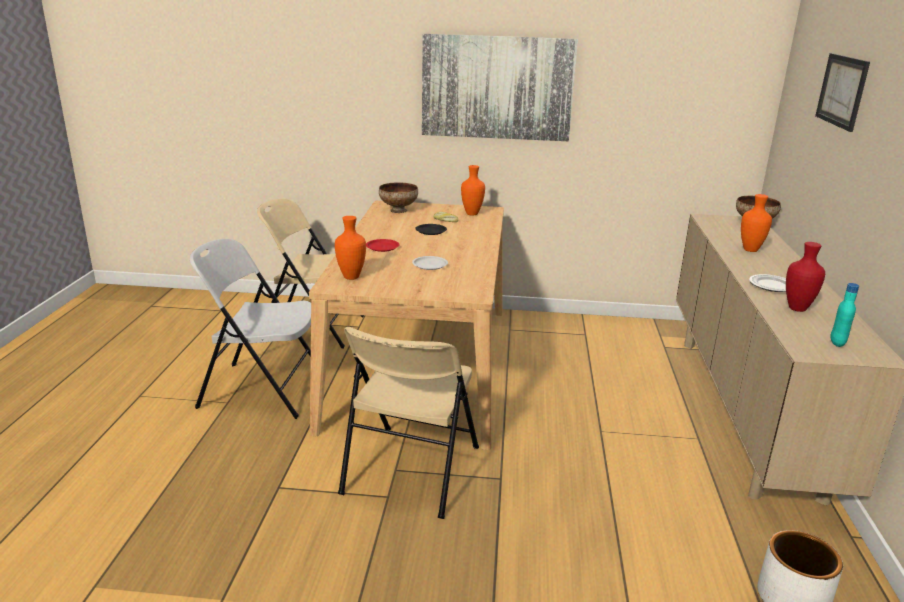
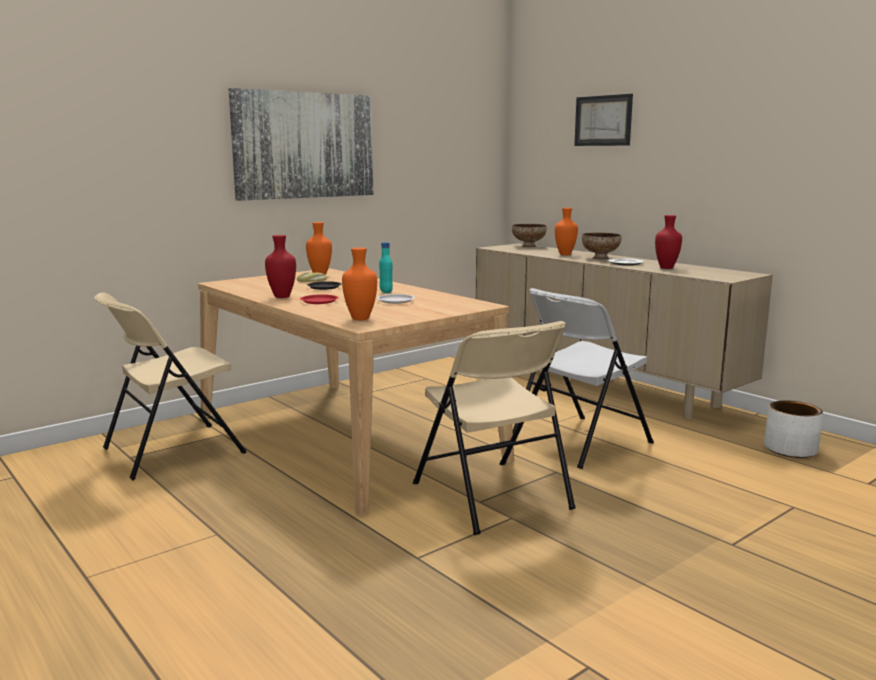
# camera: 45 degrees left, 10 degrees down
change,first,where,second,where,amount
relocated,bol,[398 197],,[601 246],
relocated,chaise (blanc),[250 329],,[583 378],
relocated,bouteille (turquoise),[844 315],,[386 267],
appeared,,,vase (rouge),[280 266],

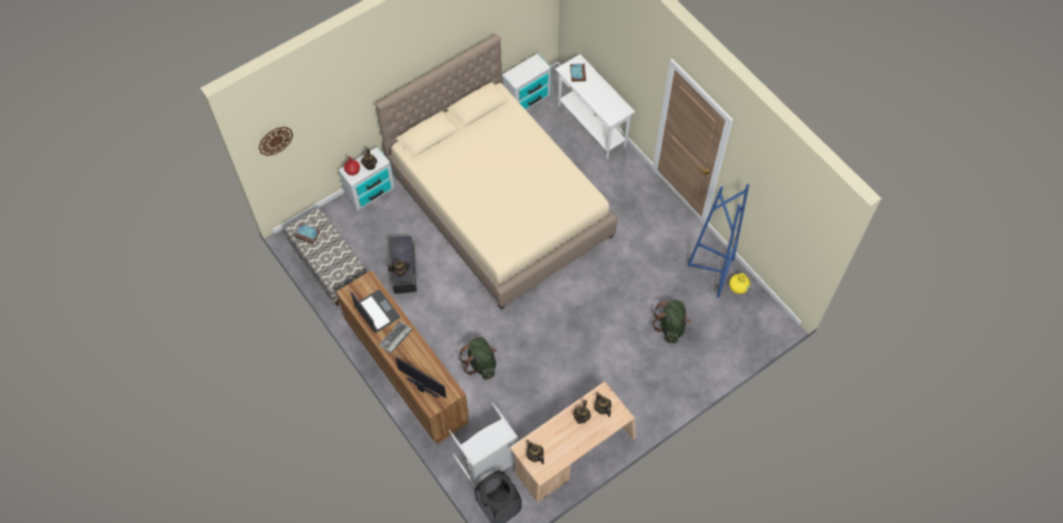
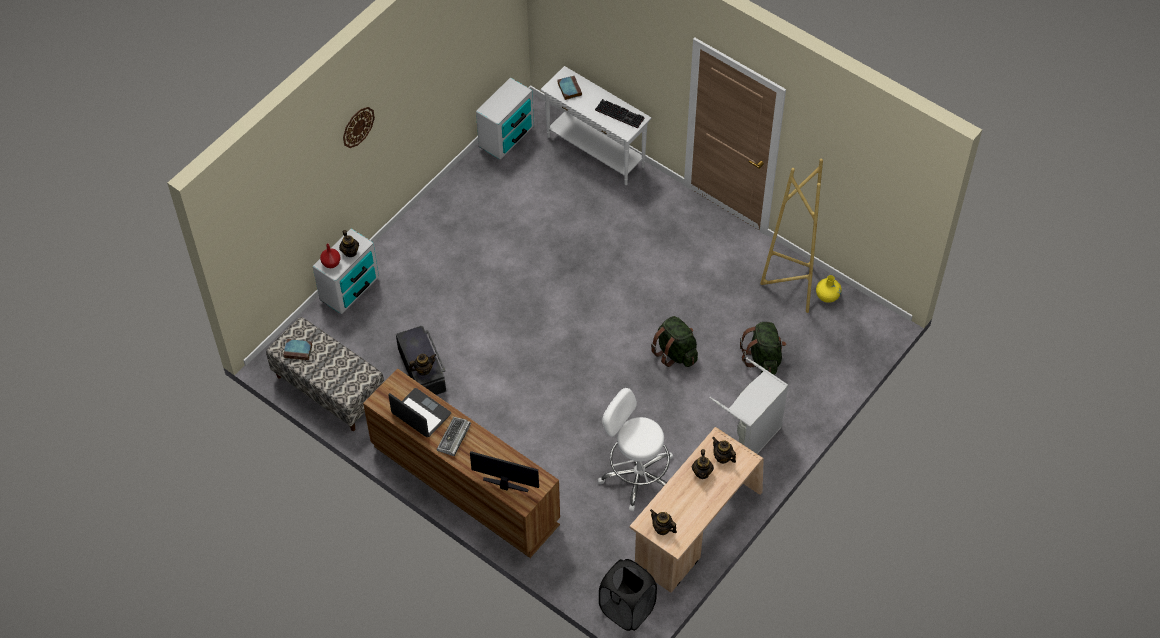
# camera: 15 degrees left, 5 degrees down
change,first,where,second,where,amount
missing,lit (beige),[497 172],,,
relocated,horloge murale,[276 141],,[359 127],
colour,portant (bleu),[718 241],portant (jaune),[791 236],
relocated,sac à dos (vert),[478 358],,[674 341],
relocated,panier à linge (gris),[483 445],,[748 406],
appeared,,,clavier,[619 113],
appeared,,,tabouret (blanc),[635 450],

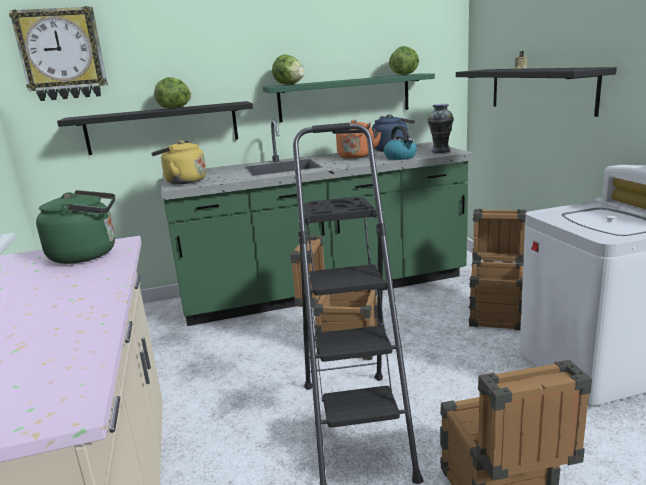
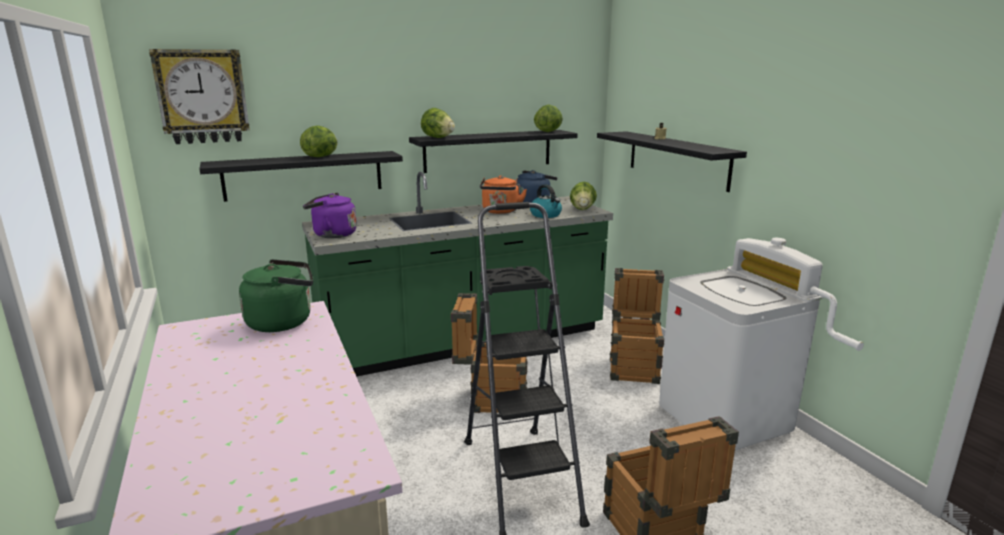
# camera: 10 degrees left, 0 degrees up
change,first,where,second,where,amount
colour,étagère (vert),[349 98],étagère (noir),[493 151],
exchanged,vase,[440 128],laitue,[583 196],
colour,bouilloire (jaune),[178 162],bouilloire (violet),[330 215],

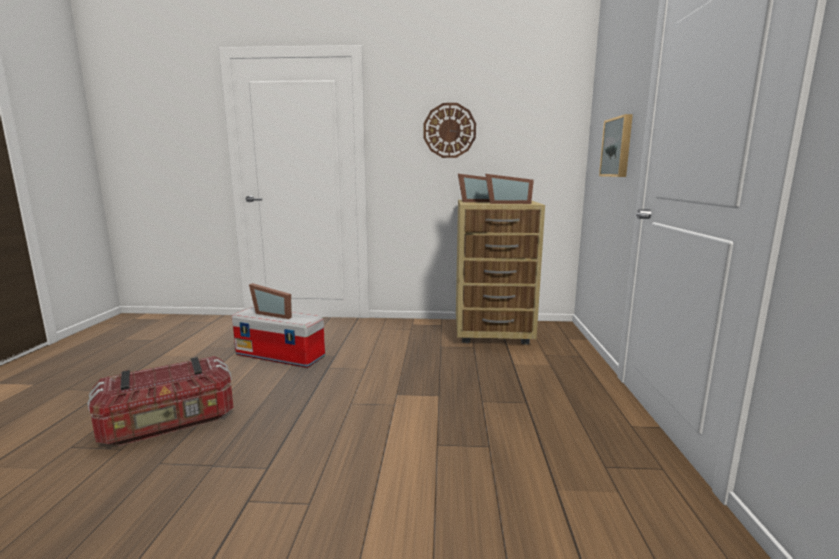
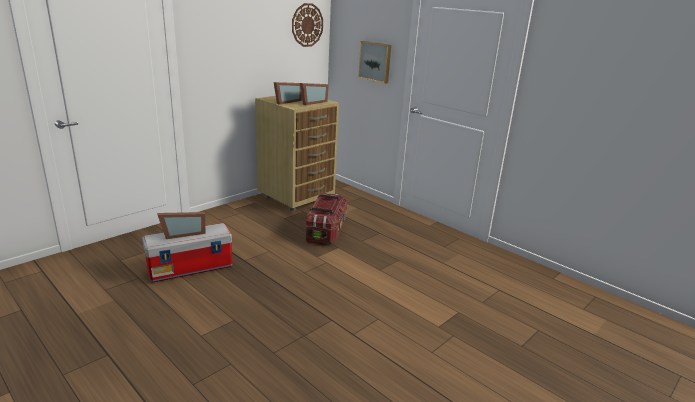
# camera: 50 degrees left, 10 degrees up
change,first,where,second,where,amount
relocated,horloge murale,[449 130],,[307 25],
relocated,boîte de rangement,[160 401],,[327 219],

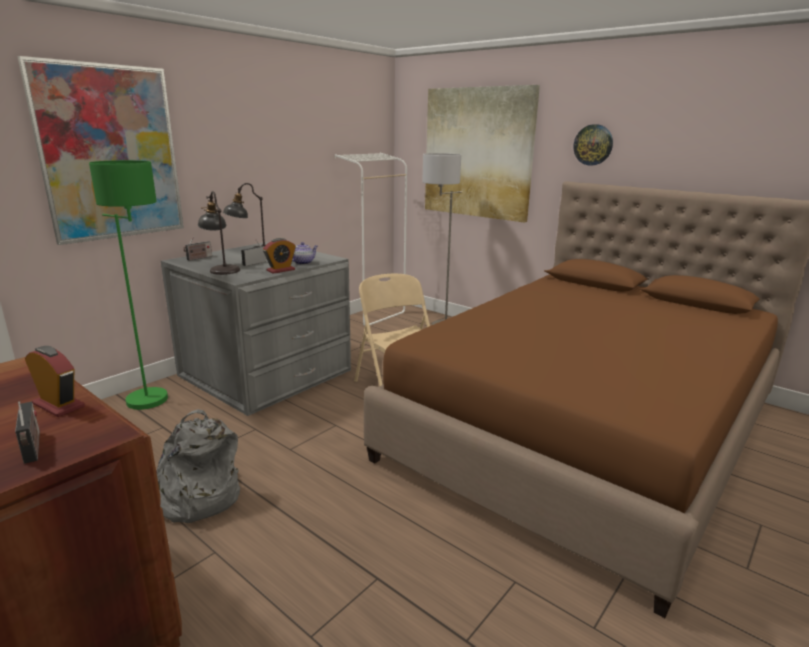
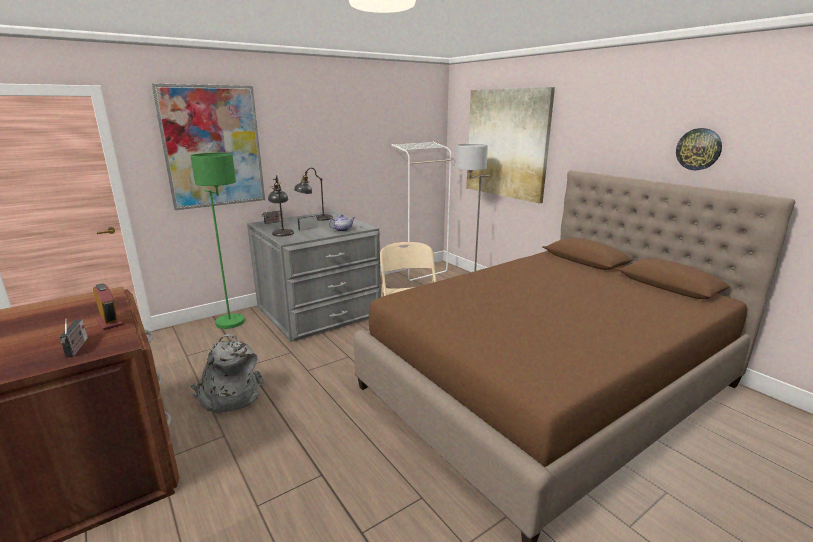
# camera: 15 degrees right, 0 degrees up
change,first,where,second,where,amount
relocated,horloge murale,[593 145],,[699 149],
missing,réveil,[279 256],,,

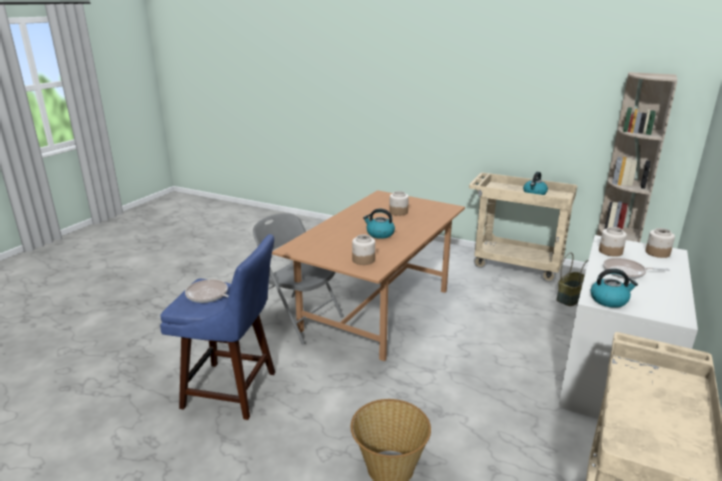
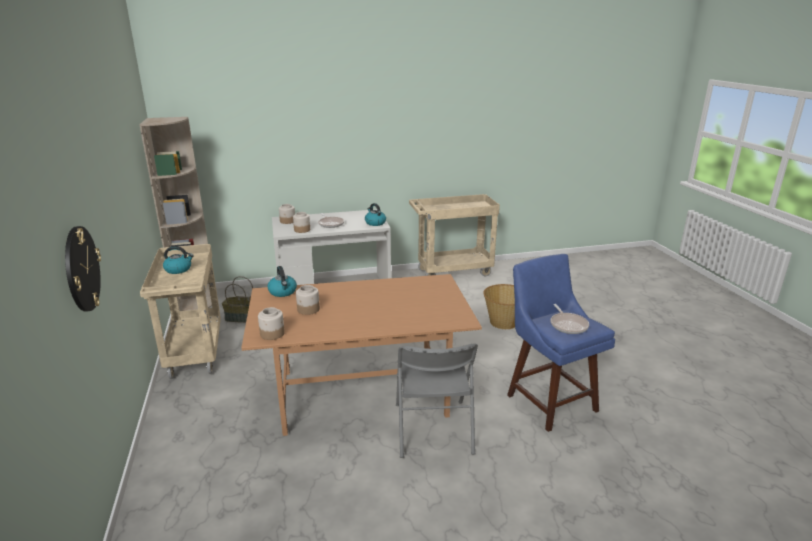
# camera: 130 degrees left, 0 degrees up
change,first,where,second,where,amount
relocated,bouilloire,[379 223],,[282 281],
relocated,bocal,[363 250],,[271 323],
appeared,,,horloge murale,[83 269],

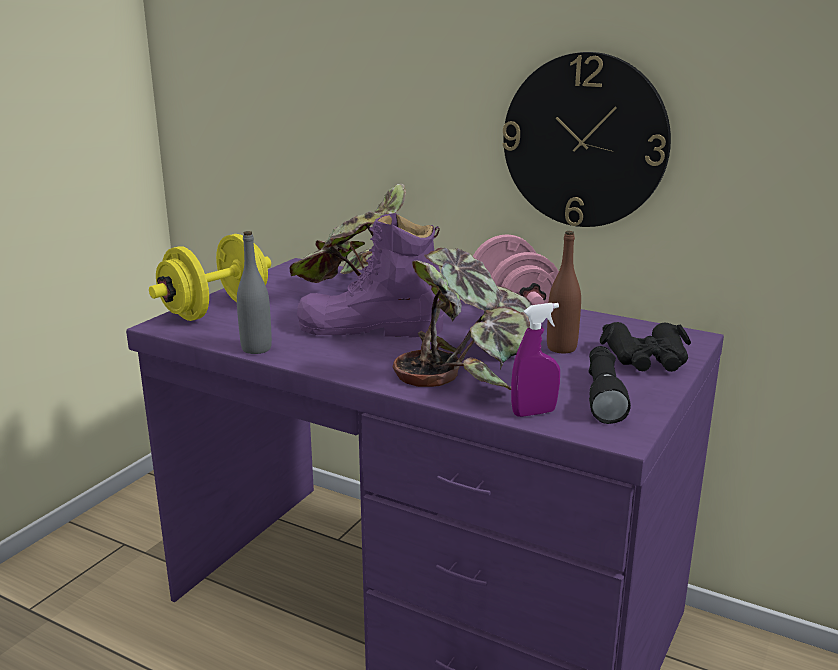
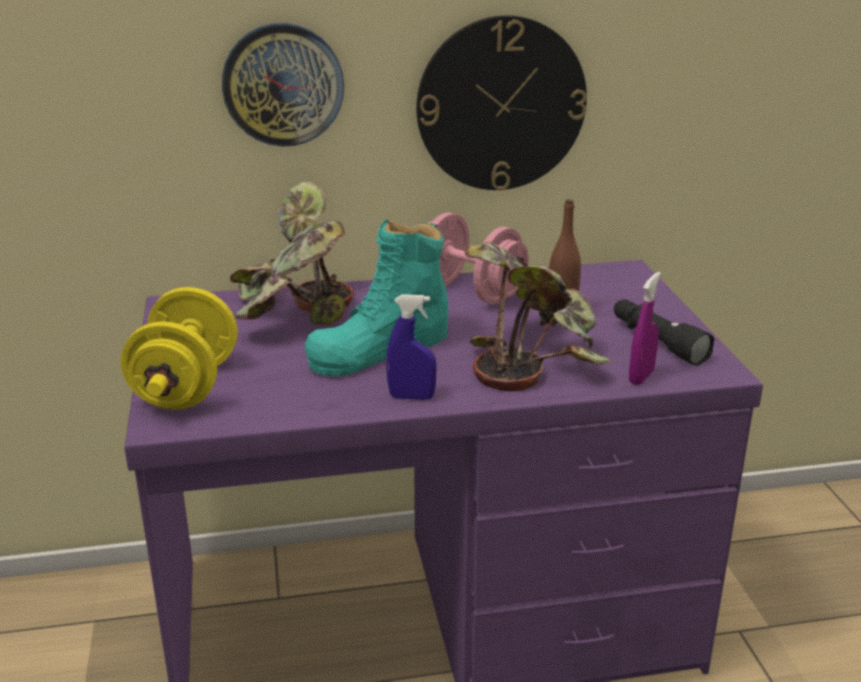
# camera: 40 degrees left, 5 degrees up
change,first,where,second,where,amount
colour,botte (violet),[371 275],botte (turquoise),[376 298],
missing,bouteille (gris),[254 292],,,
missing,jumelles (noir),[645 347],,,
appeared,,,horloge murale,[283 85],
appeared,,,vaporisateur (bleu),[411 347],

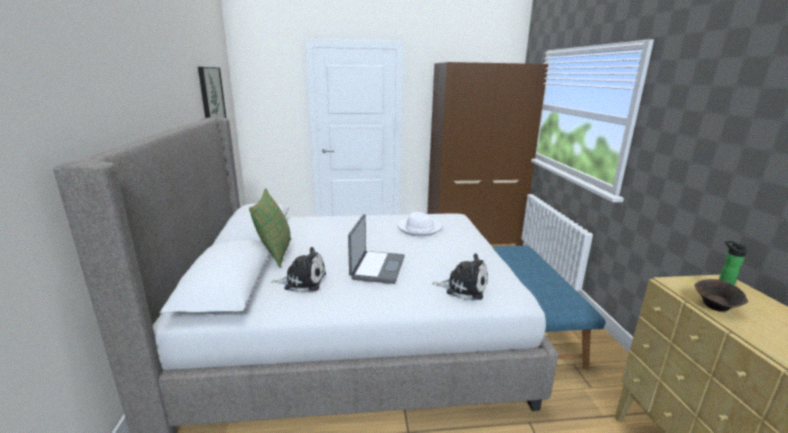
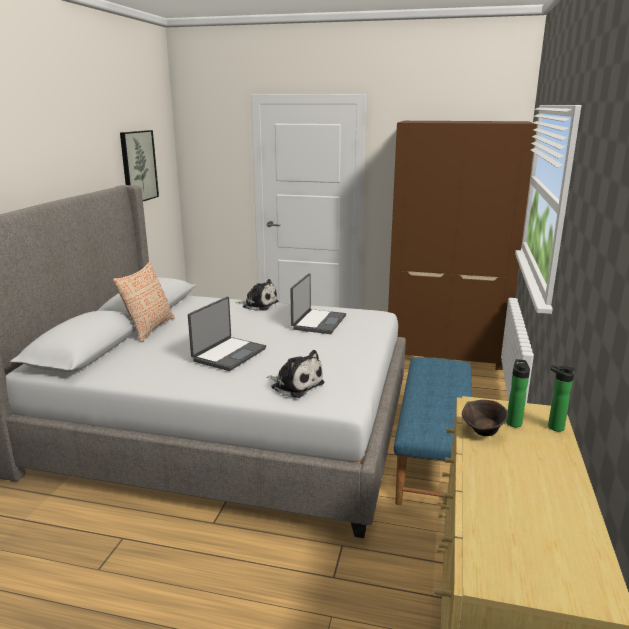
# camera: 20 degrees right, 0 degrees up
change,first,where,second,where,amount
colour,coussin (vert),[270 228],coussin (beige),[144 302],
exchanged,chapeau (blanc),[420 224],ordinateur portable,[318 303],
relocated,peluche,[298 270],,[257 295],
appeared,,,bouteille,[562 398],

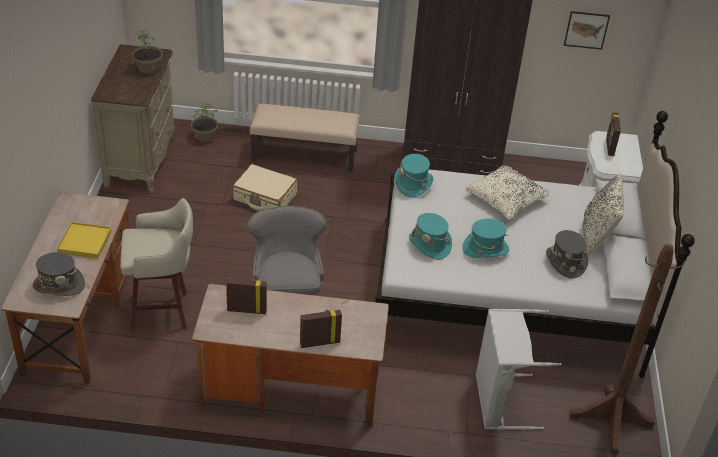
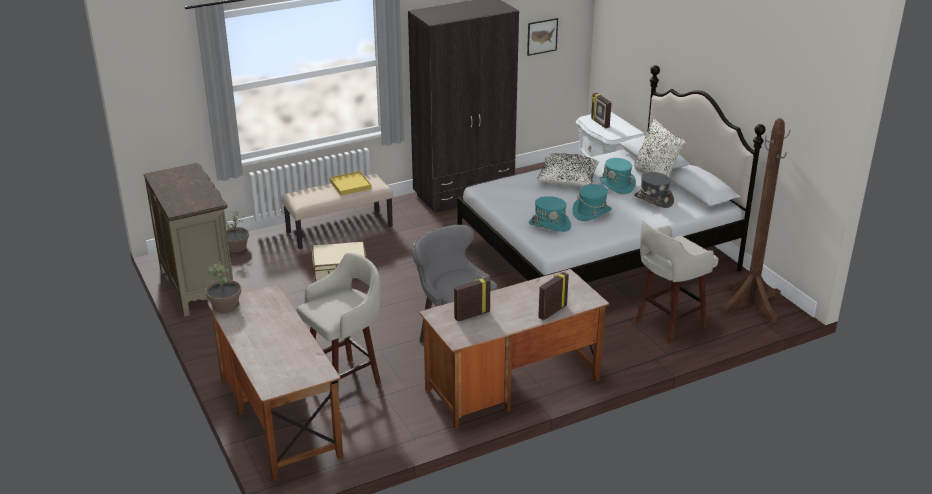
# camera: 30 degrees left, 10 degrees down
change,first,where,second,where,amount
relocated,plante en pot,[147 52],,[223 287],
relocated,chapeau (turquoise),[414 175],,[617 176],
relocated,plateau (jaune),[84 240],,[351 183],
missing,chapeau (gris),[59 274],,,
exchanged,panier à linge (gris),[519 369],tabouret (beige),[676 283],

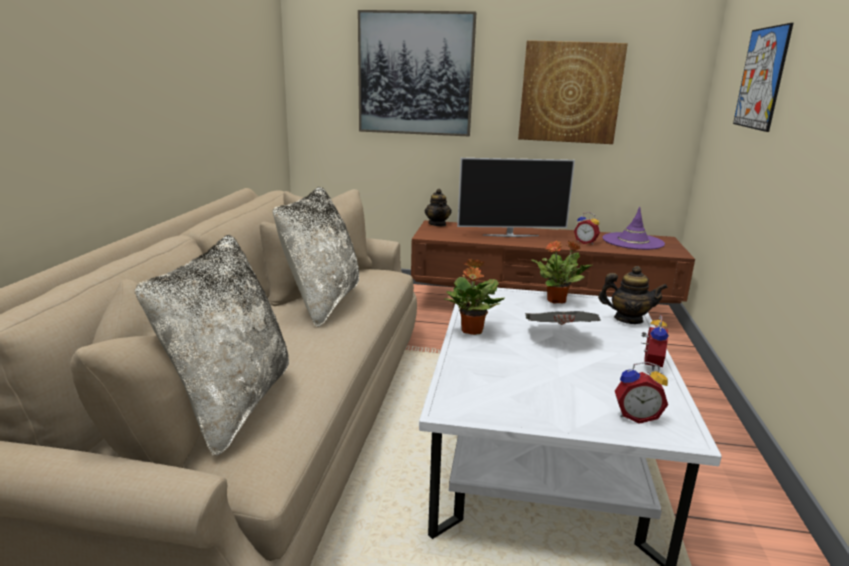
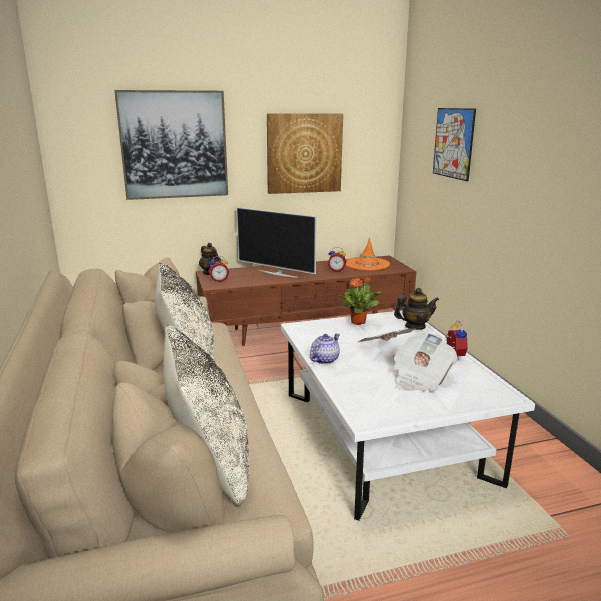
# camera: 25 degrees left, 0 degrees up
change,first,where,second,where,amount
spun,téléviseur,[516 197],,[276 242],60 degrees clockwise
colour,chapeau (violet),[634 228],chapeau (orange),[368 253],
exchanged,plante en pot,[474 297],théière,[325 348],
relocated,réveil,[641 393],,[218 269],
appeared,,,journal,[425 362],

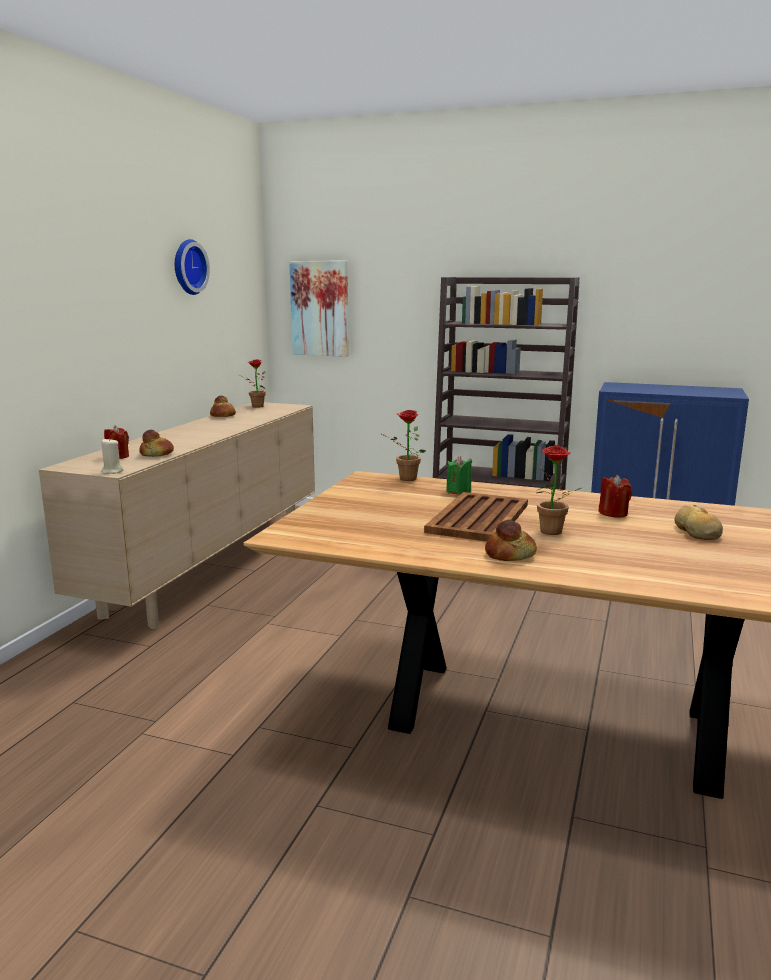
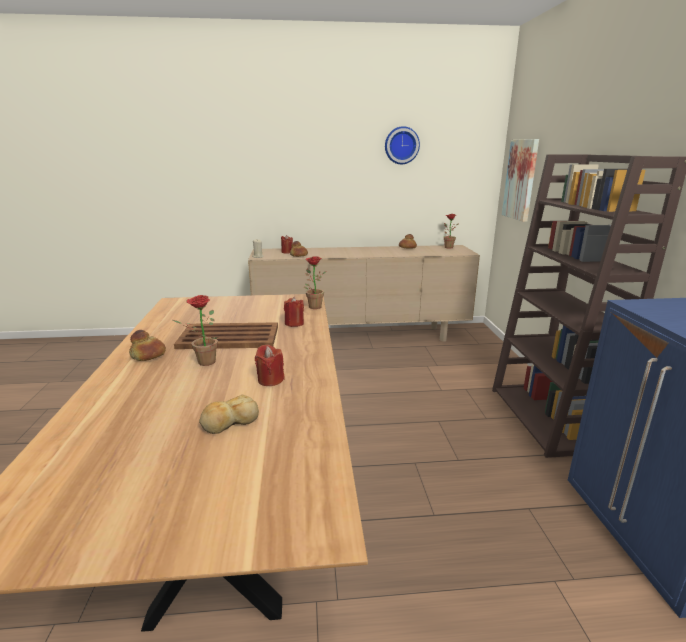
# camera: 65 degrees right, 5 degrees up
change,first,where,second,where,amount
colour,bougie (vert),[459 474],bougie (rouge),[294 312],

